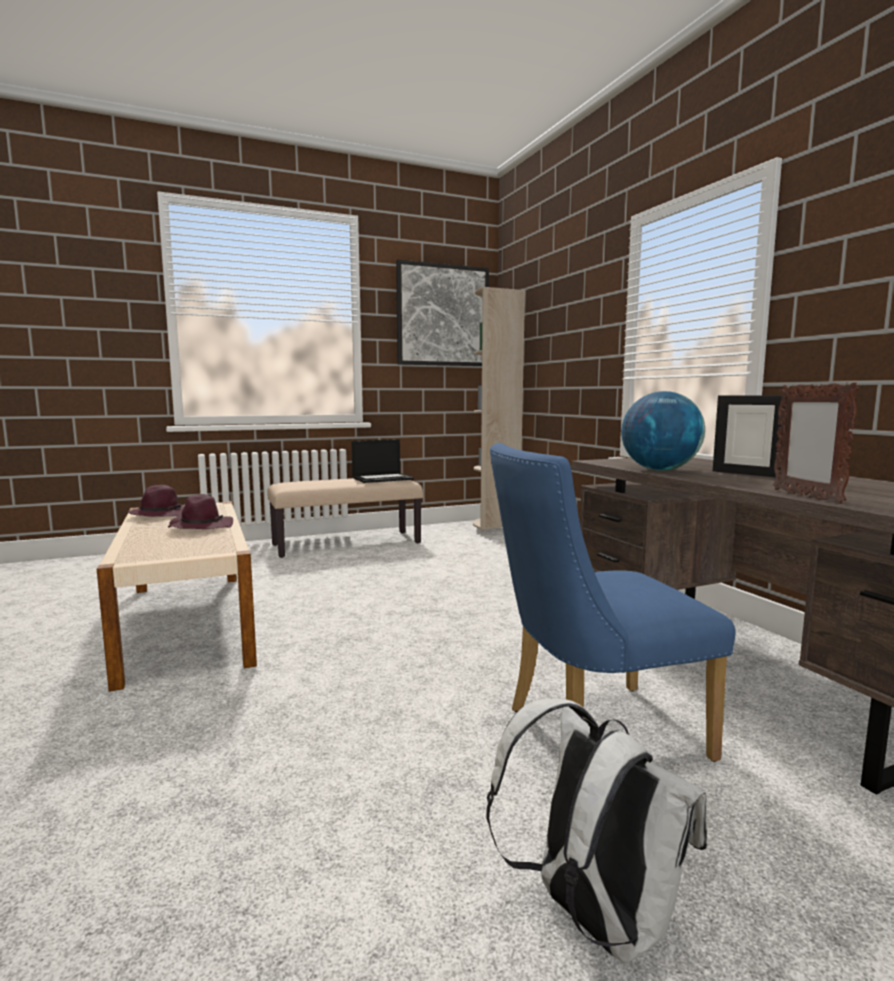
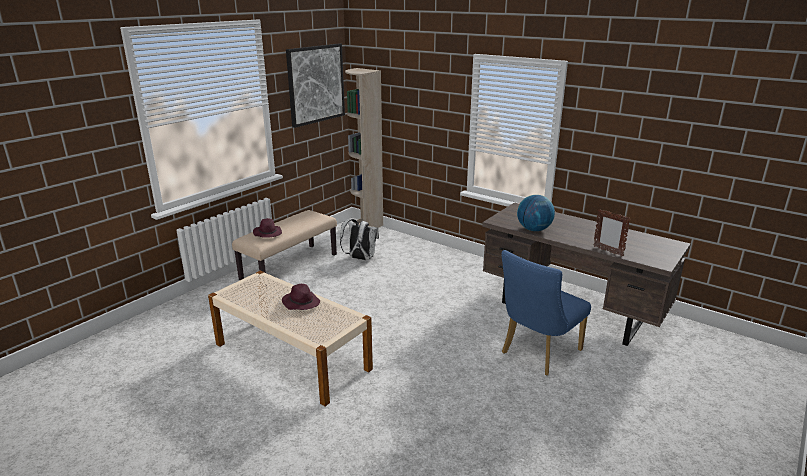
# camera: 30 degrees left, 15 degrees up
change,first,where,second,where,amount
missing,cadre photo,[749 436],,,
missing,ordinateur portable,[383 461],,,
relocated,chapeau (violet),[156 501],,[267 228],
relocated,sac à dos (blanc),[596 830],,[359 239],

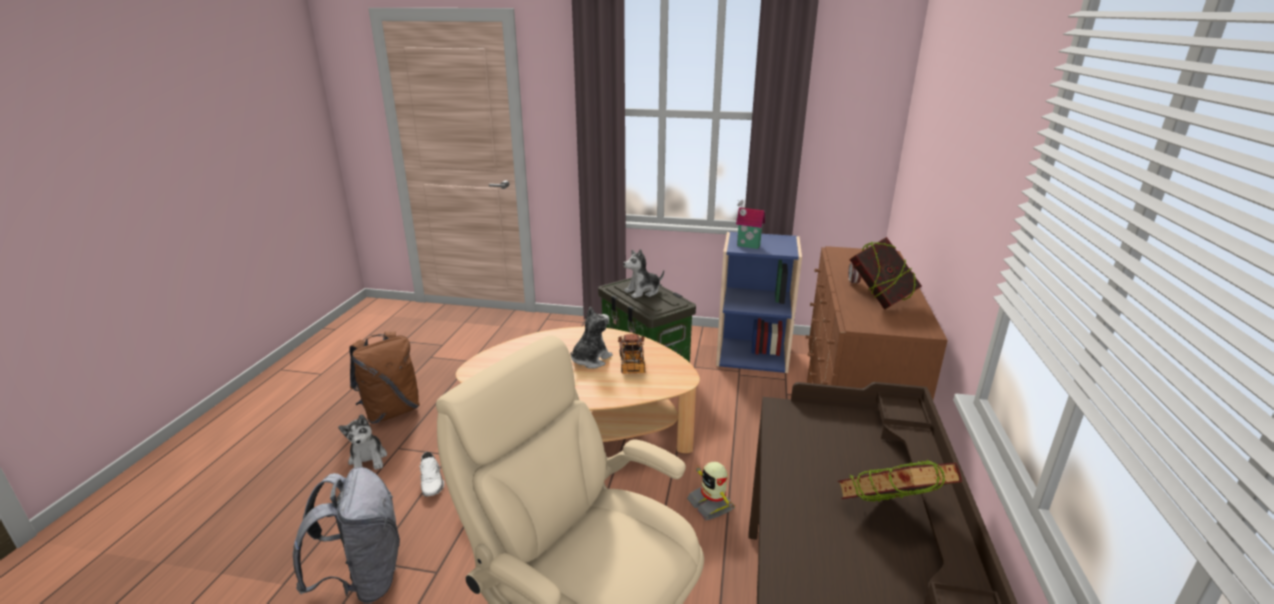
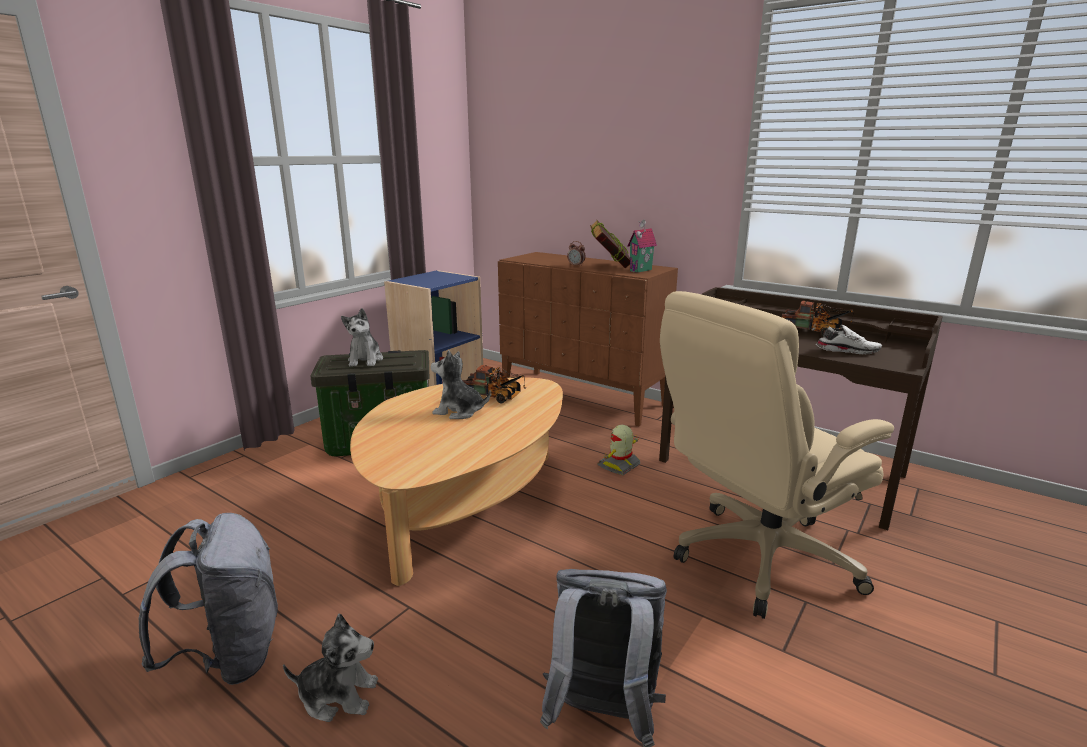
# camera: 65 degrees left, 5 degrees down
change,first,where,second,where,amount
relocated,maison miniature,[750 224],,[642 246],
spun,peluche,[591 337],,[461 384],45 degrees counterclockwise
colour,sac à dos (marron),[384 377],sac à dos (gris),[208 599],
relocated,chaussure (blanc),[432 474],,[849 339],
exchanged,livre,[899 481],camion jouet,[817 318],
spun,robot jouet,[711 491],,[618 450],135 degrees clockwise

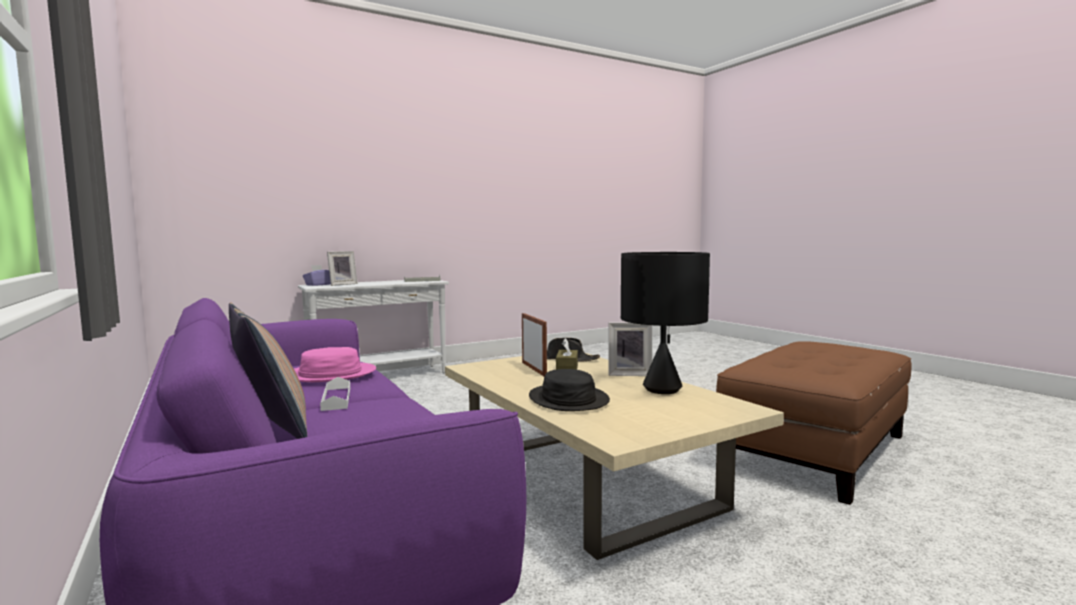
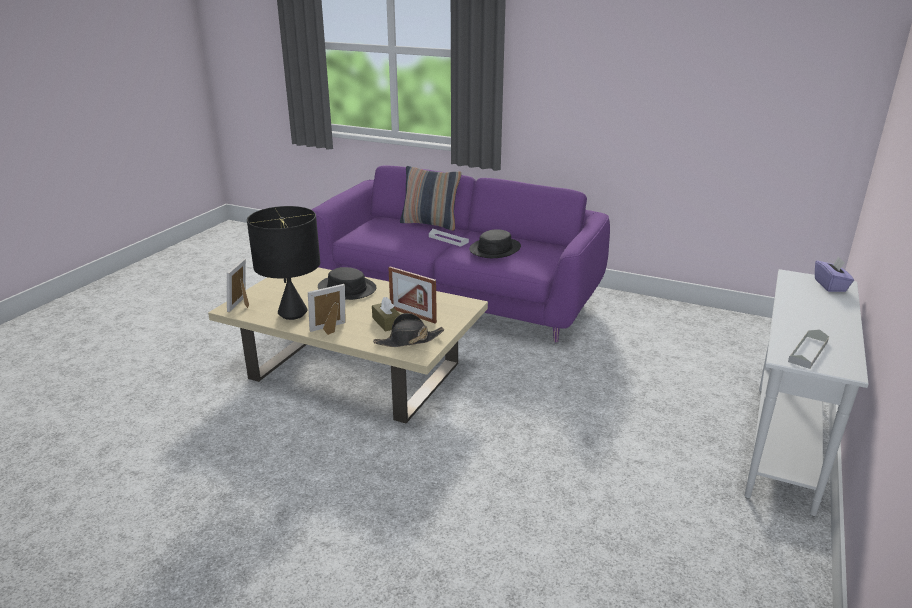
# camera: 145 degrees right, 20 degrees up
change,first,where,second,where,amount
relocated,cadre photo,[342 268],,[238 285],
missing,pouf (marron),[814 423],,,
colour,chapeau (rose),[335 364],chapeau (noir),[495 243],

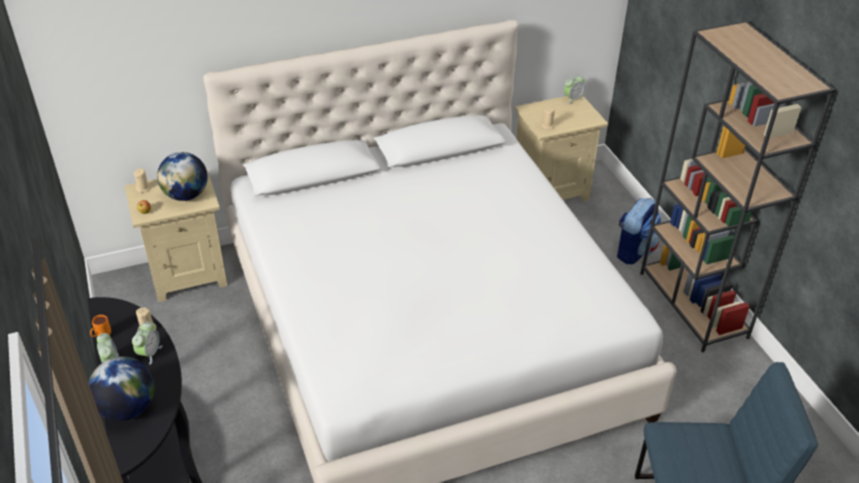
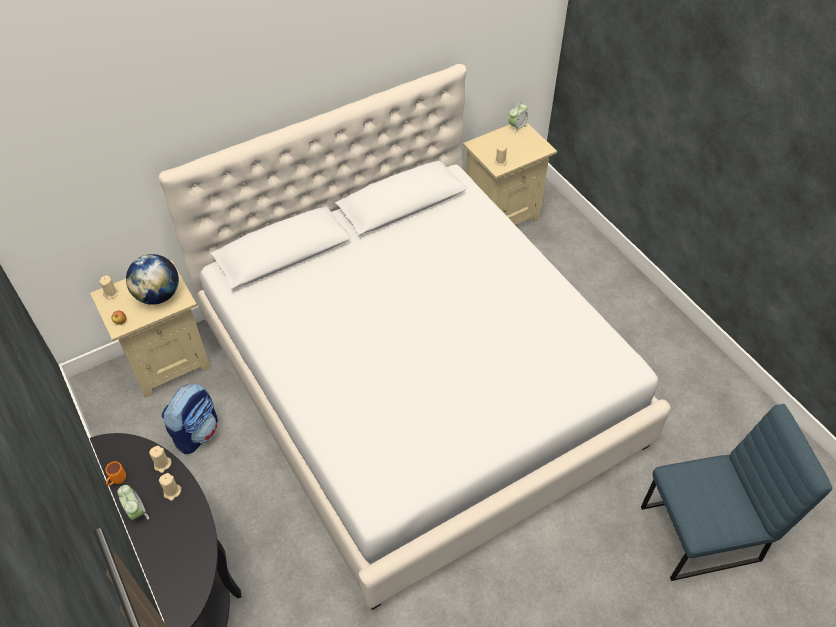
# camera: 10 degrees left, 10 degrees up
change,first,where,second,where,amount
missing,bibliothèque,[737 187],,,
relocated,sac à dos,[639 231],,[190 419],
exchanged,réveil,[147 343],bougie (beige),[170 487],
missing,globe,[121 389],,,

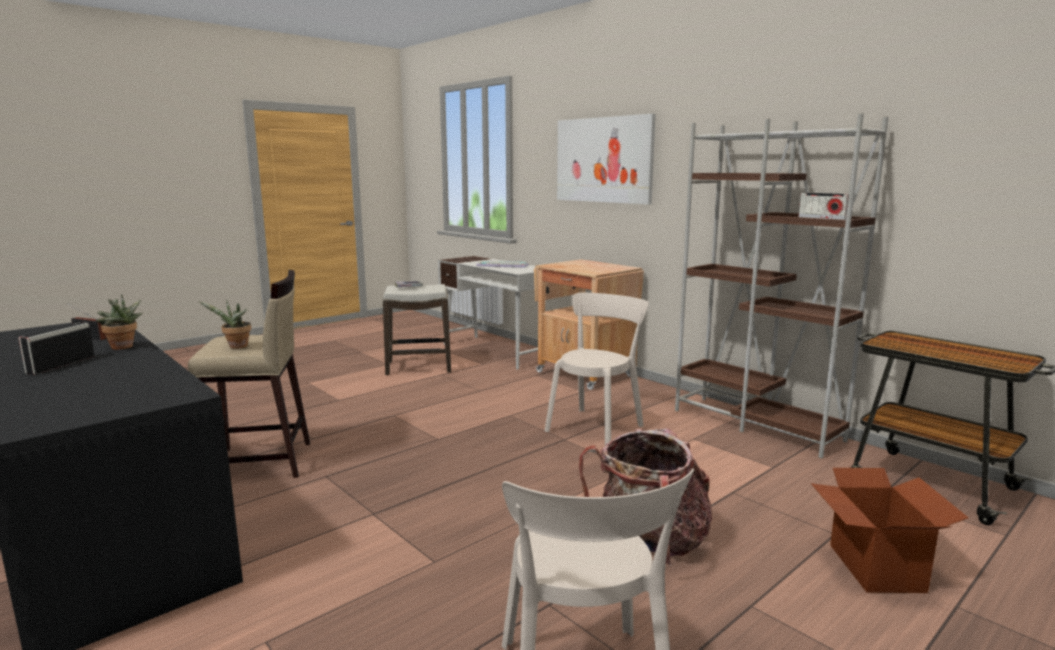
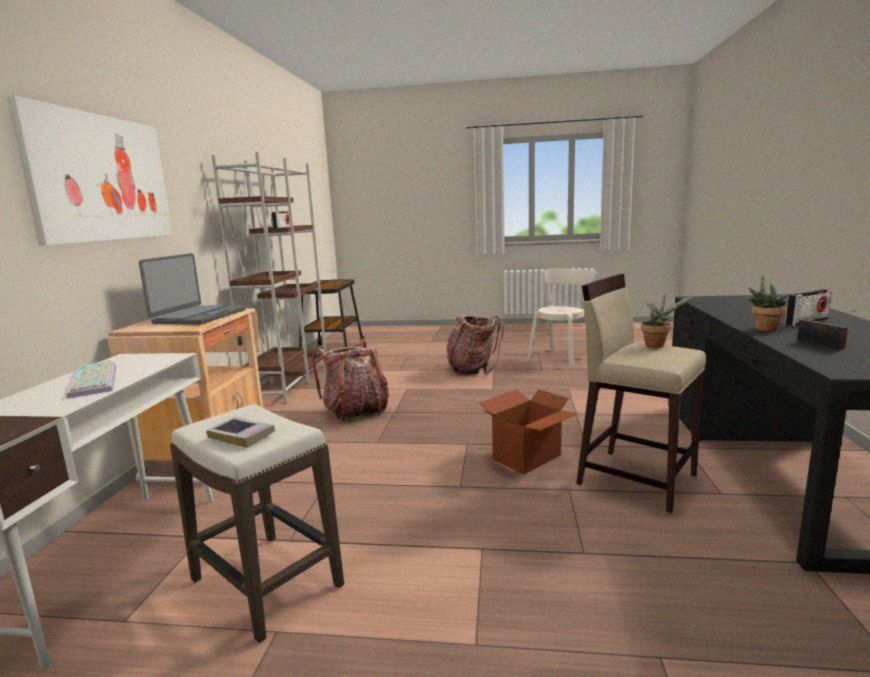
# camera: 130 degrees left, 0 degrees up
change,first,where,second,where,amount
exchanged,chaise (beige),[596 369],sac à dos,[350 380],
relocated,carton,[890 530],,[528 431],
appeared,,,ordinateur portable,[192 289],

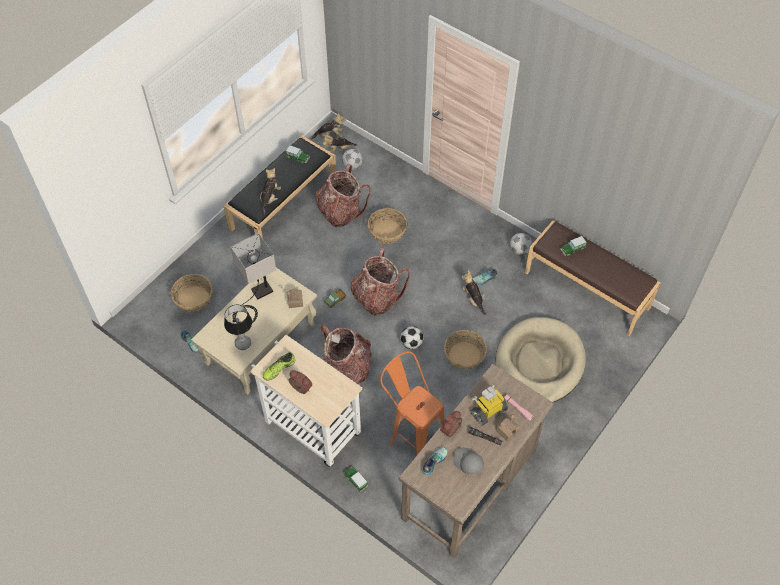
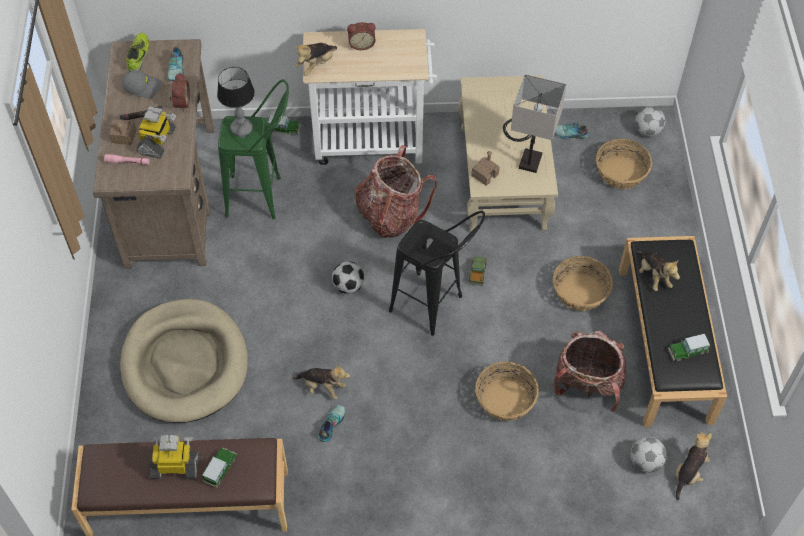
# camera: 140 degrees right, 0 degrees up
change,first,where,second,where,amount
relocated,peluche,[328 126],,[316 59],
relocated,ballon de foot,[521 244],,[650 122],
exchanged,sac à dos,[380 282],tabouret (noir),[437 273],
relocated,lampe de table,[238 327],,[236 101],
relocated,panier,[465 349],,[583 283],
colour,tabouret (orange),[412 403],tabouret (vert),[253 149],
relocated,chaussure,[279 366],,[137 52],
appeared,,,robot jouet,[174 457],

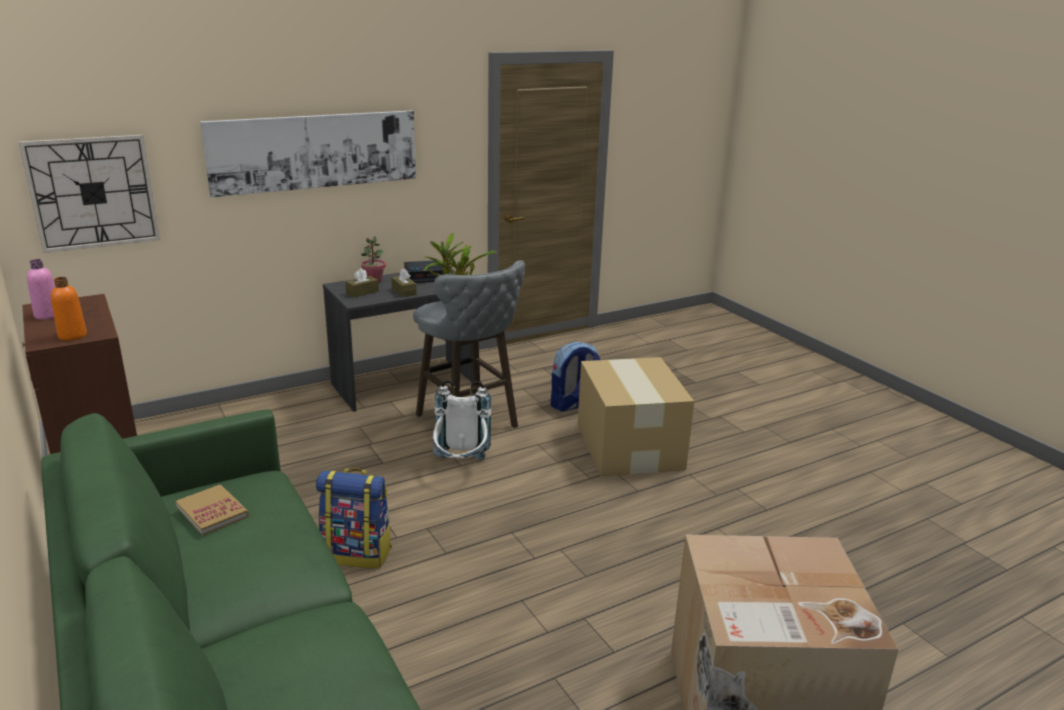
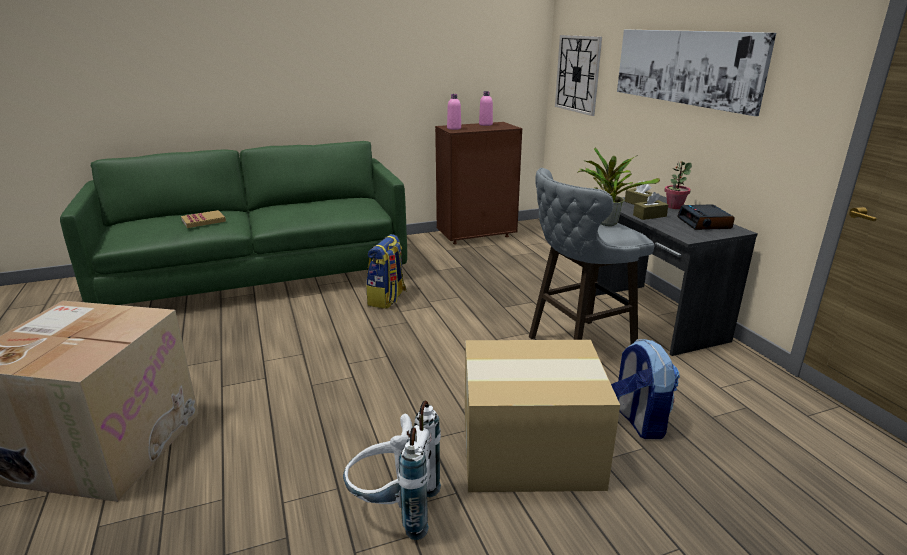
# camera: 100 degrees right, 0 degrees up
change,first,where,second,where,amount
colour,bouteille (orange),[69 309],bouteille (rose),[454 112],
relocated,sac à dos (blanc),[462 420],,[392 470],
relocated,livre,[212 510],,[203 219],

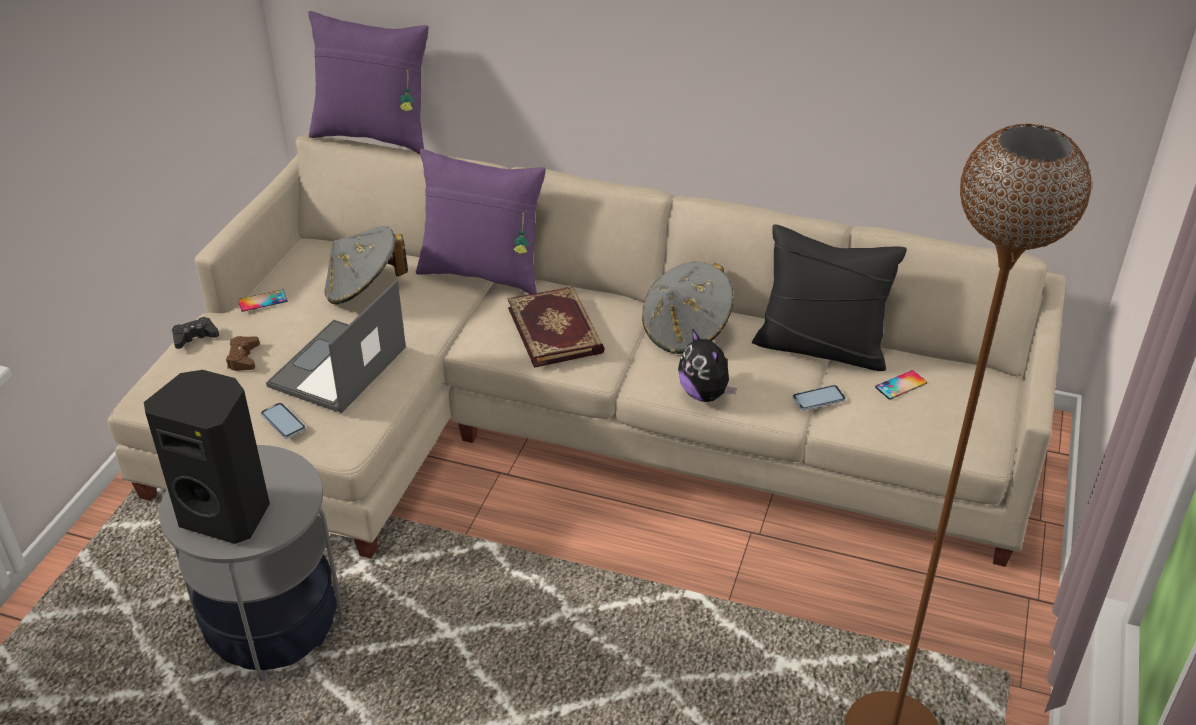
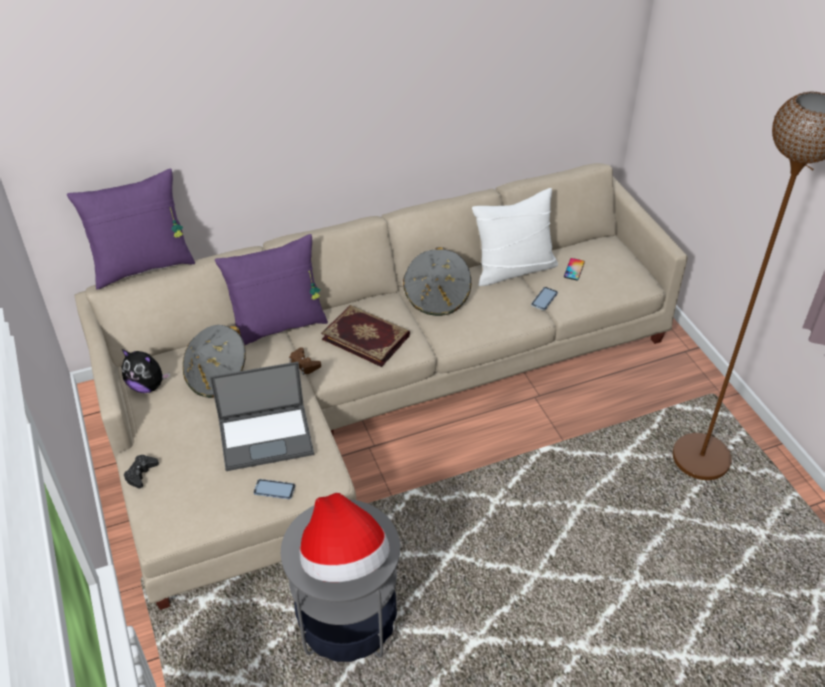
# camera: 40 degrees left, 5 degrees up
change,first,where,second,where,amount
colour,coussin (noir),[829 297],coussin (blanc),[515 237],
spun,ordinateur portable,[336 346],,[262 416],90 degrees counterclockwise
missing,téléphone,[262 301],,,
relocated,peluche,[707 365],,[146 371],
relocated,manette (marron),[243 353],,[305 361],
exchanged,enceinte (noir),[207 457],chapeau,[345 537],

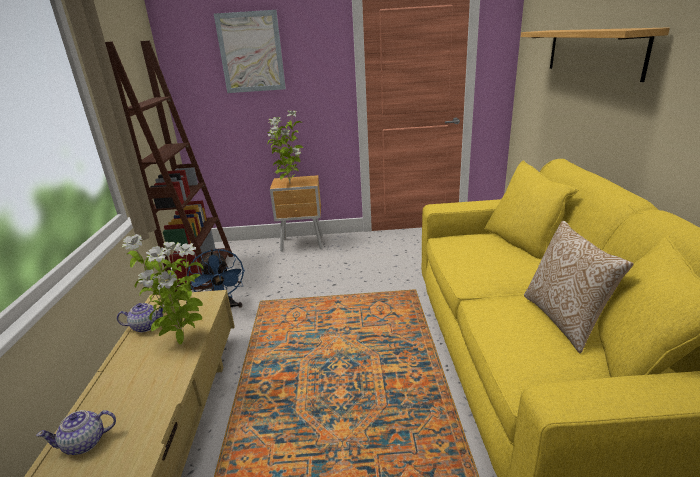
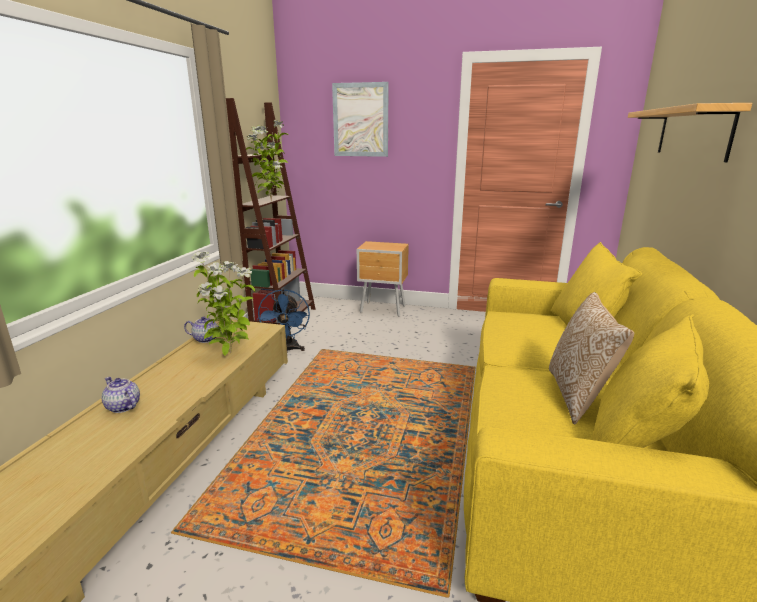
# camera: 15 degrees right, 5 degrees down
change,first,where,second,where,amount
relocated,plante en pot,[285 146],,[267 160],
spun,théière,[76 432],,[121 395],45 degrees clockwise

